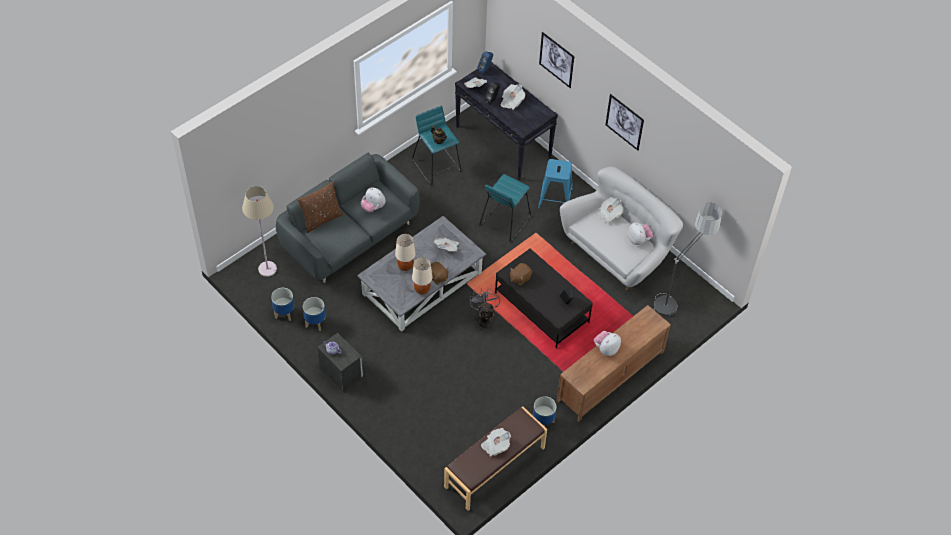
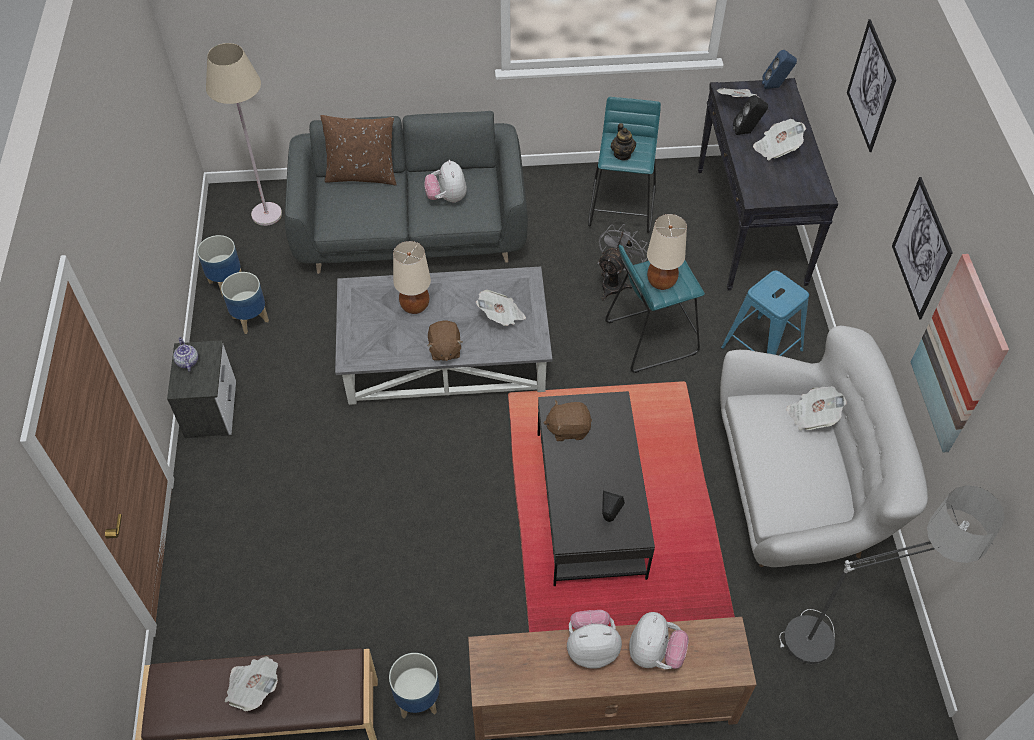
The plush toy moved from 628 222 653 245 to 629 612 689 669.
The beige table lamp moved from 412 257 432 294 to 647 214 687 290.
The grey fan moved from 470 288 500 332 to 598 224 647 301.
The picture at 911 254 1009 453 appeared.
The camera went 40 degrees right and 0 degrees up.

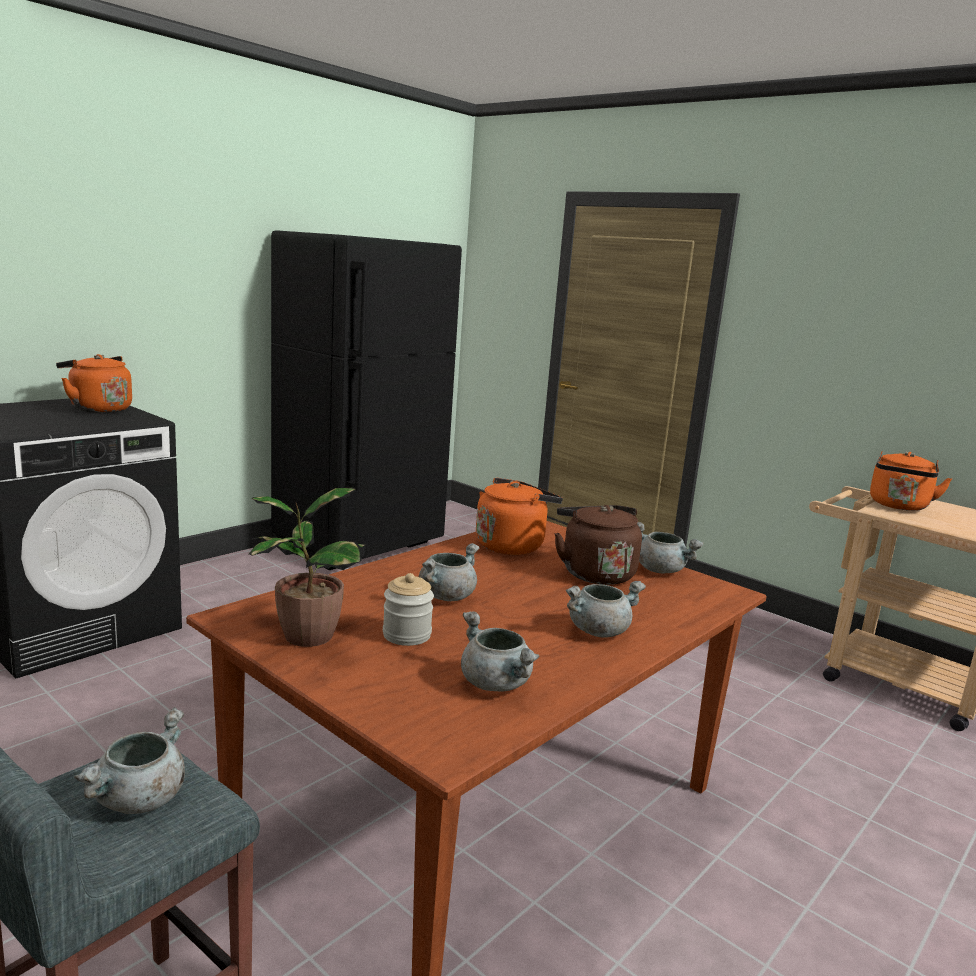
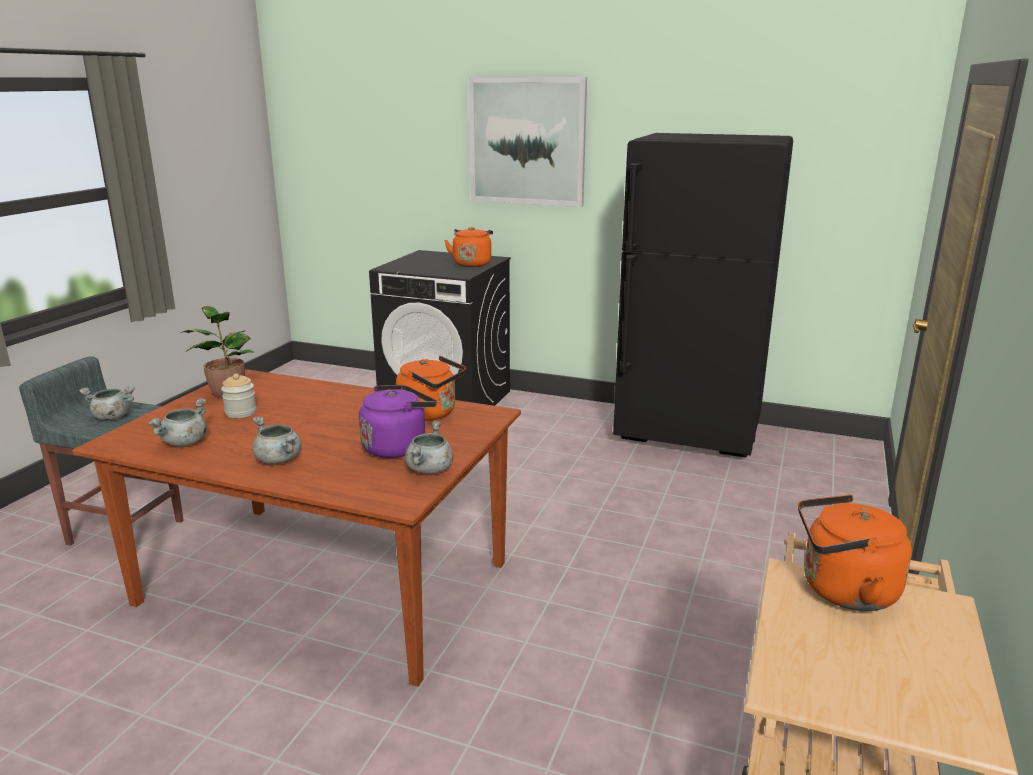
The brown kettle at 554 505 642 585 became the purple kettle at 359 385 437 458.
The grey cooking pot at 419 543 480 601 disappeared.
The picture at 469 77 587 207 appeared.
The camera went 70 degrees right and 5 degrees up.

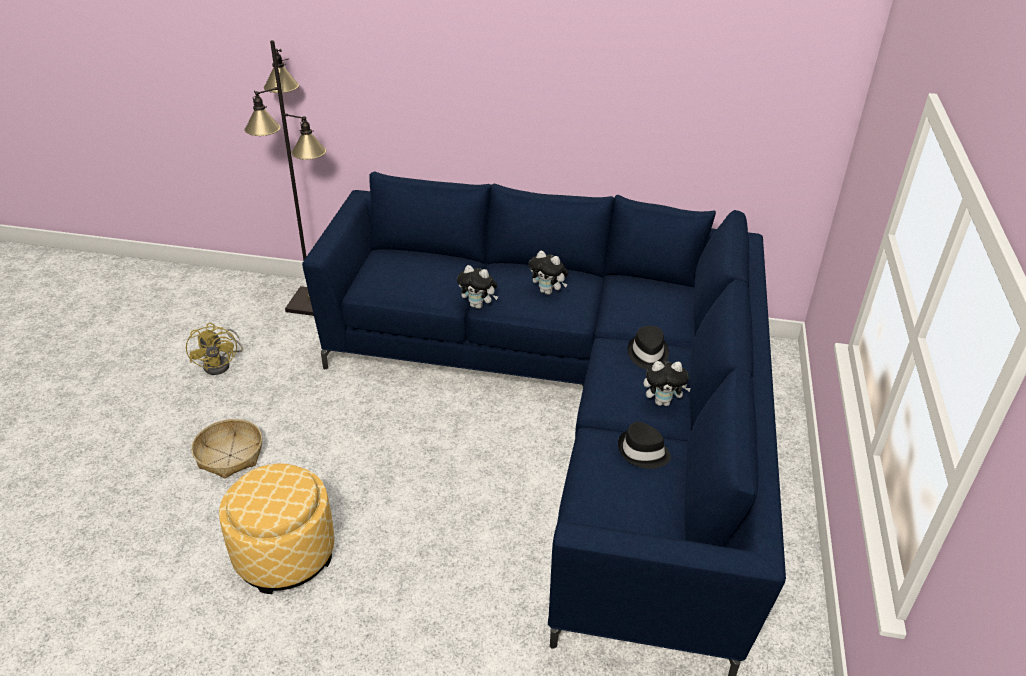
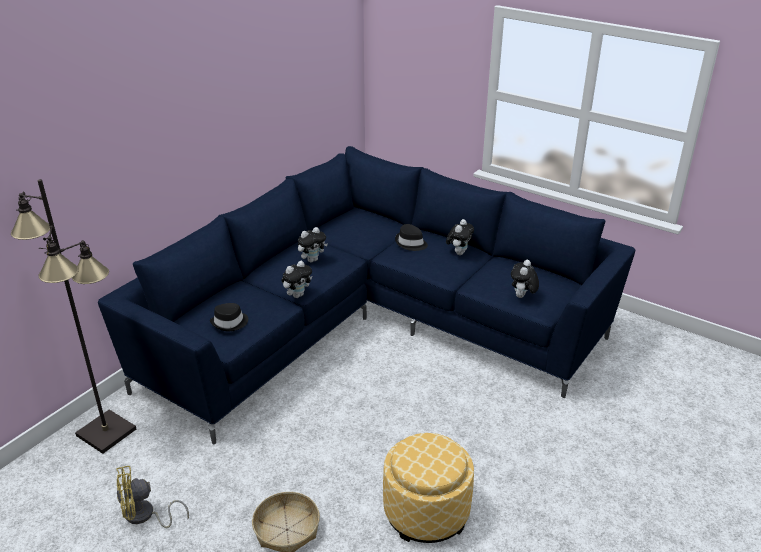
The yellow fan at 186 323 243 375 turned 150 degrees clockwise.
The black hat moved from 618 422 671 469 to 210 303 248 331.
The plush toy at 511 260 539 298 appeared.
The camera went 65 degrees left and 5 degrees down.

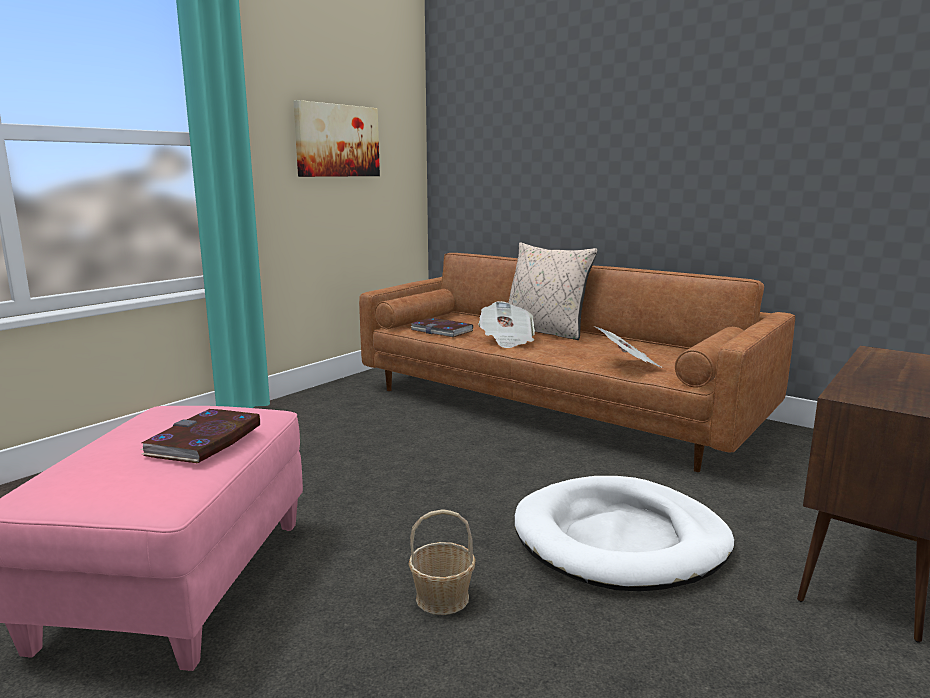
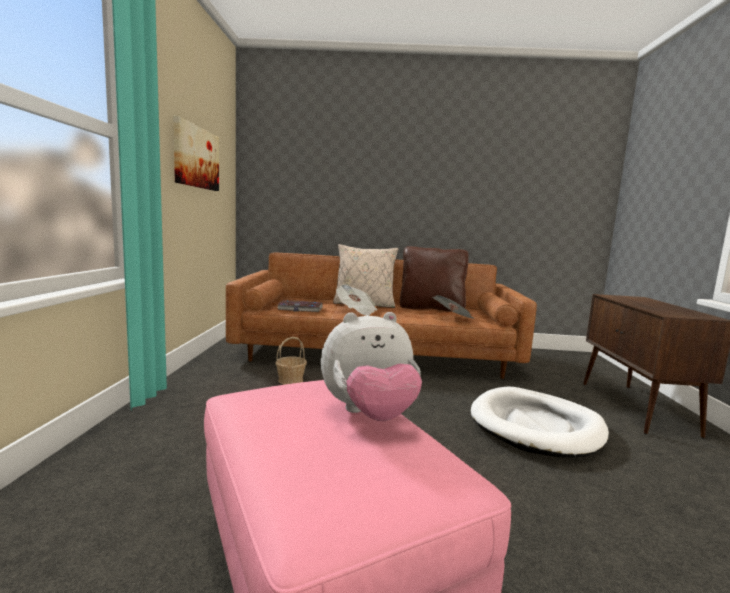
The book at 140 409 260 463 was replaced by the plush toy at 321 312 422 421.
The basket moved from 408 509 476 615 to 276 337 307 385.
The brown pillow at 400 246 469 312 appeared.
The camera went 35 degrees left and 5 degrees down.

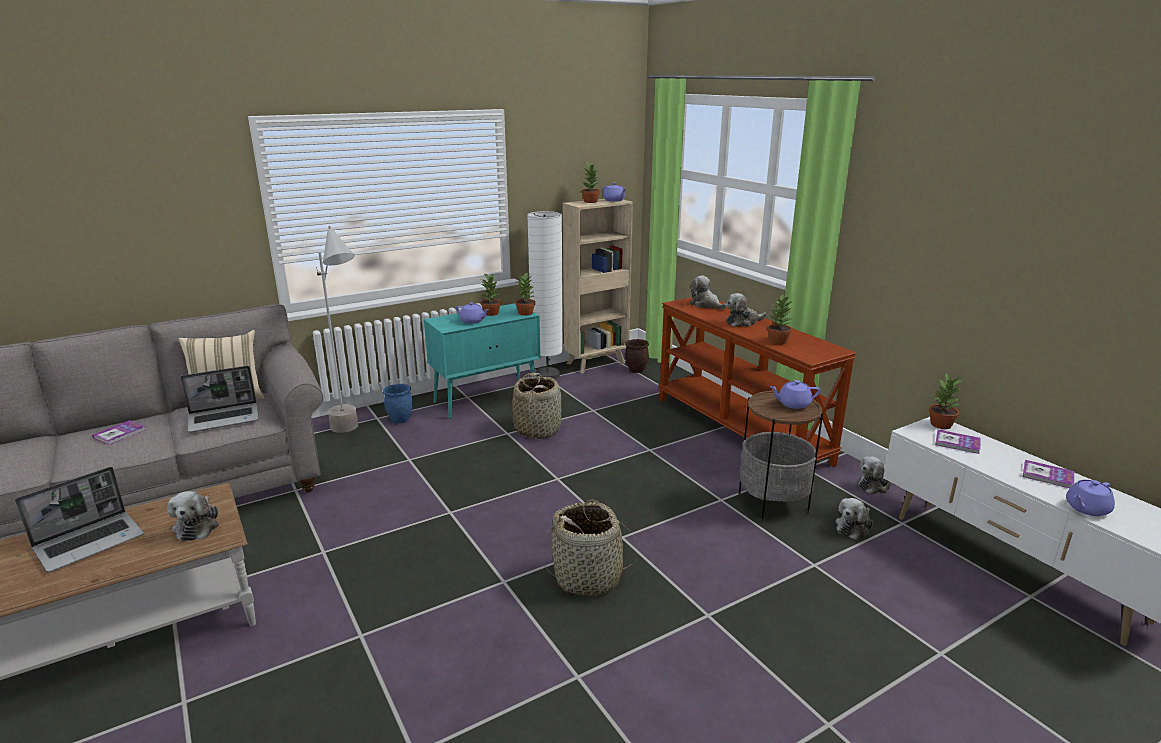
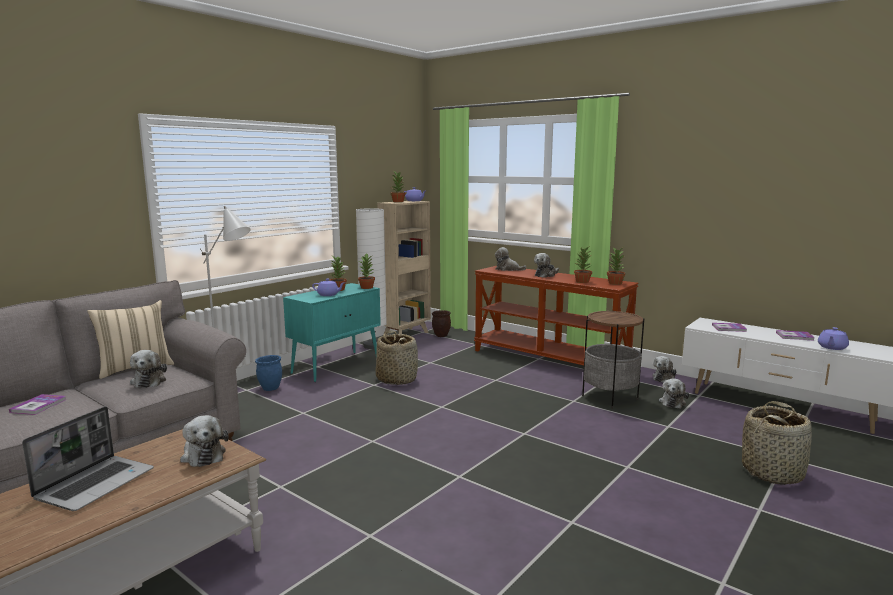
The laptop at 180 366 259 432 was replaced by the plush toy at 130 350 167 388.
The potted plant moved from 929 373 963 429 to 607 247 625 285.
The purple teapot at 769 380 820 409 disappeared.
The basket moved from 545 499 640 596 to 742 401 812 485.
The camera went 20 degrees left and 10 degrees down.

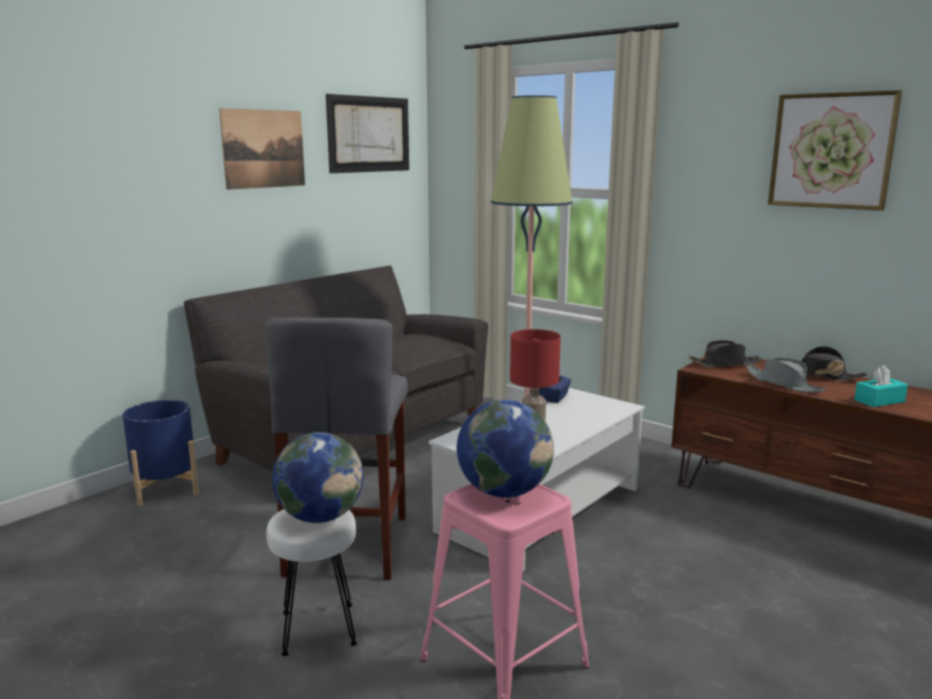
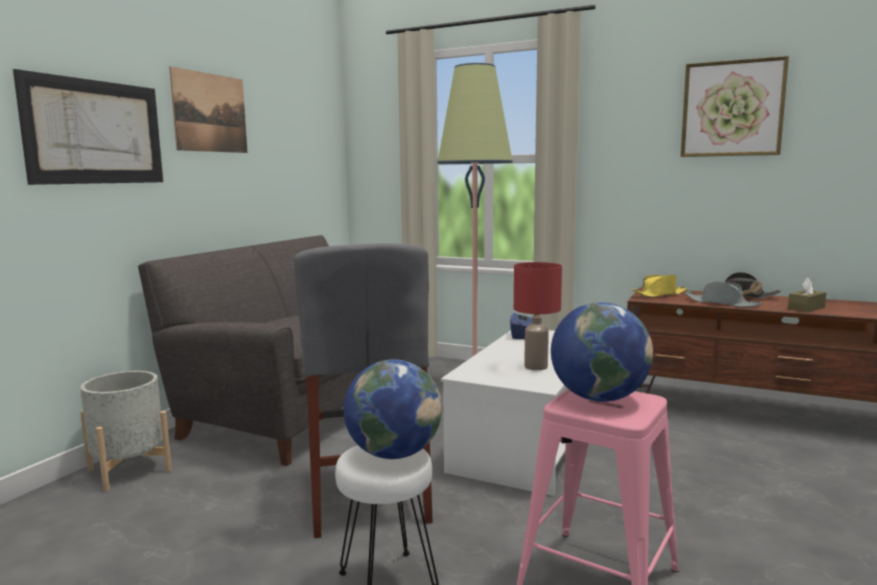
The picture moved from 326 94 409 173 to 13 69 163 185.
The black hat at 689 340 762 368 became the yellow hat at 632 275 687 297.
The turquoise tissue box at 854 365 908 407 became the brown tissue box at 788 278 826 312.
The blue planter at 123 400 199 506 became the grey planter at 80 371 172 491.
The camera went 15 degrees left and 5 degrees down.

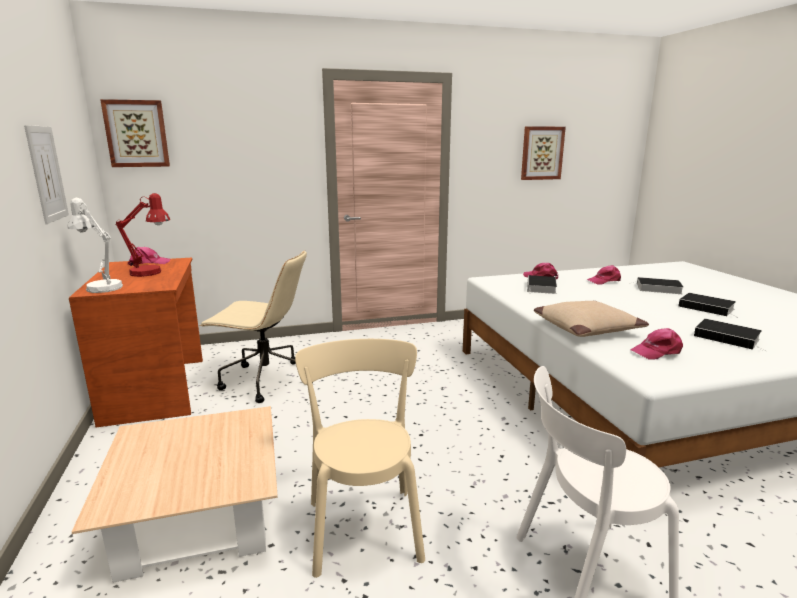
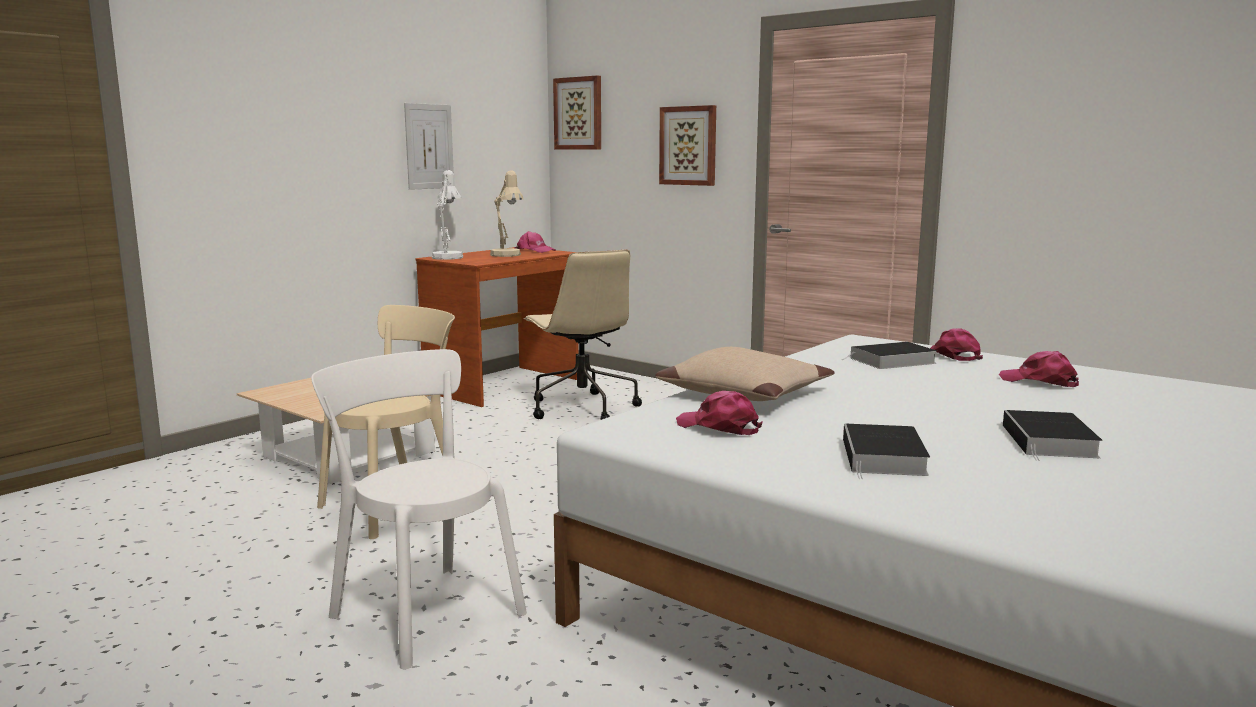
The picture moved from 521 126 566 180 to 659 105 716 186.
The red table lamp at 115 193 170 277 became the beige table lamp at 490 170 523 257.
The book at 629 277 683 294 disappeared.
The camera went 55 degrees right and 5 degrees down.

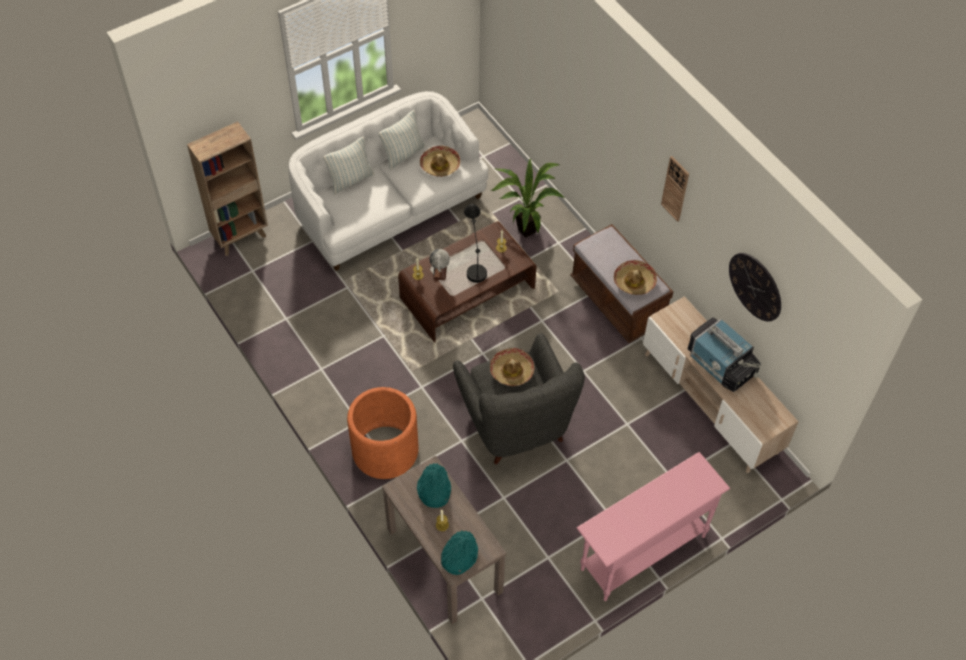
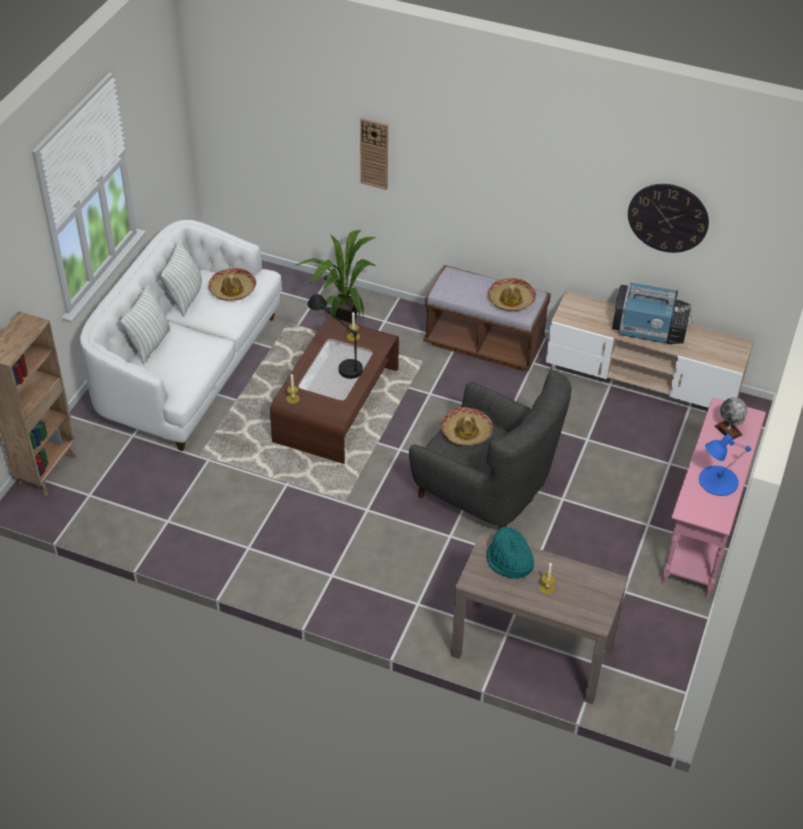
The wall clock moved from 661 156 689 222 to 360 118 388 190.
The globe moved from 429 249 450 280 to 715 397 747 440.
The orange planter at 347 387 419 479 disappeared.
The turquoise hat at 441 530 478 575 disappeared.
The blue table lamp at 699 434 751 496 appeared.
The camera went 35 degrees left and 10 degrees down.

